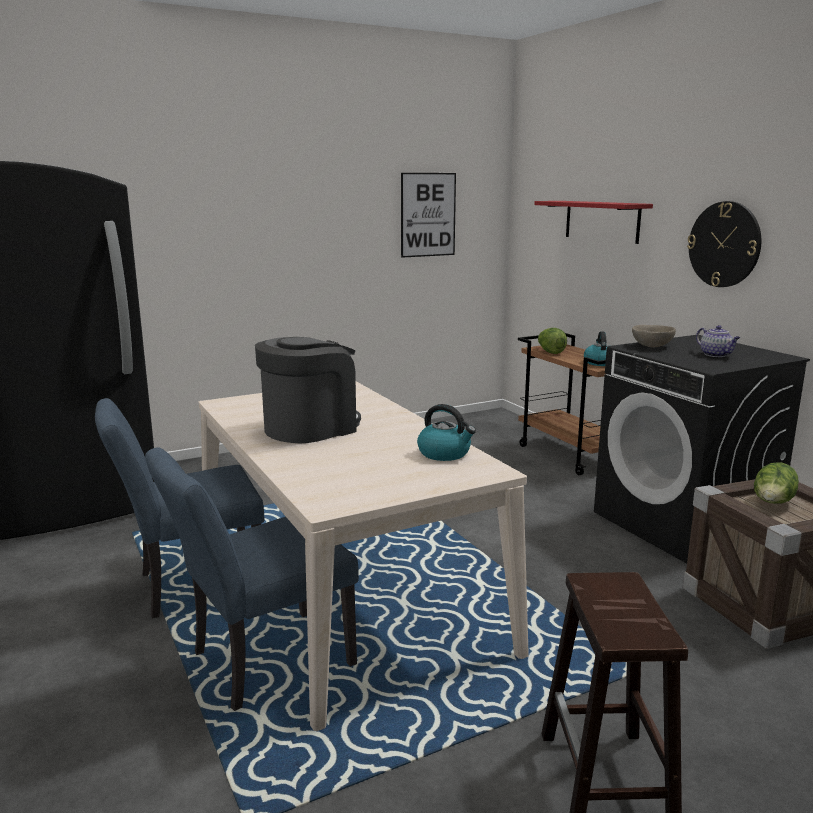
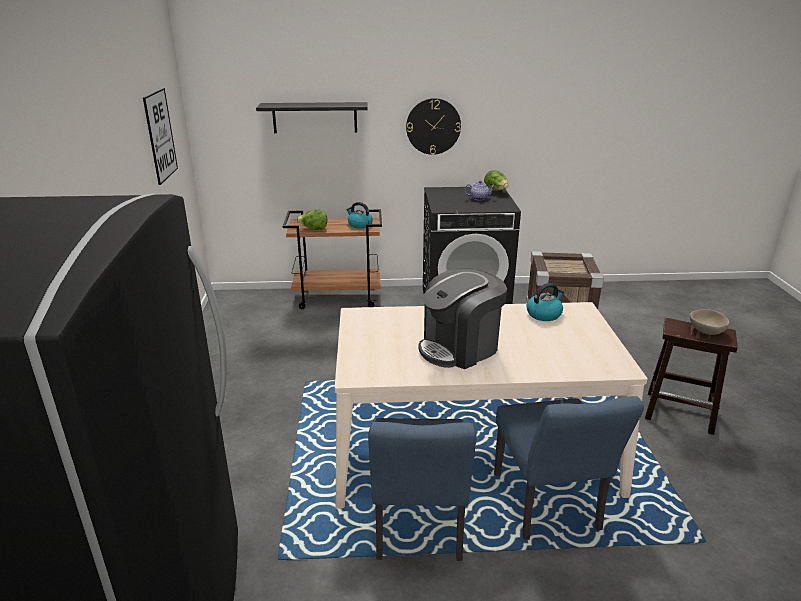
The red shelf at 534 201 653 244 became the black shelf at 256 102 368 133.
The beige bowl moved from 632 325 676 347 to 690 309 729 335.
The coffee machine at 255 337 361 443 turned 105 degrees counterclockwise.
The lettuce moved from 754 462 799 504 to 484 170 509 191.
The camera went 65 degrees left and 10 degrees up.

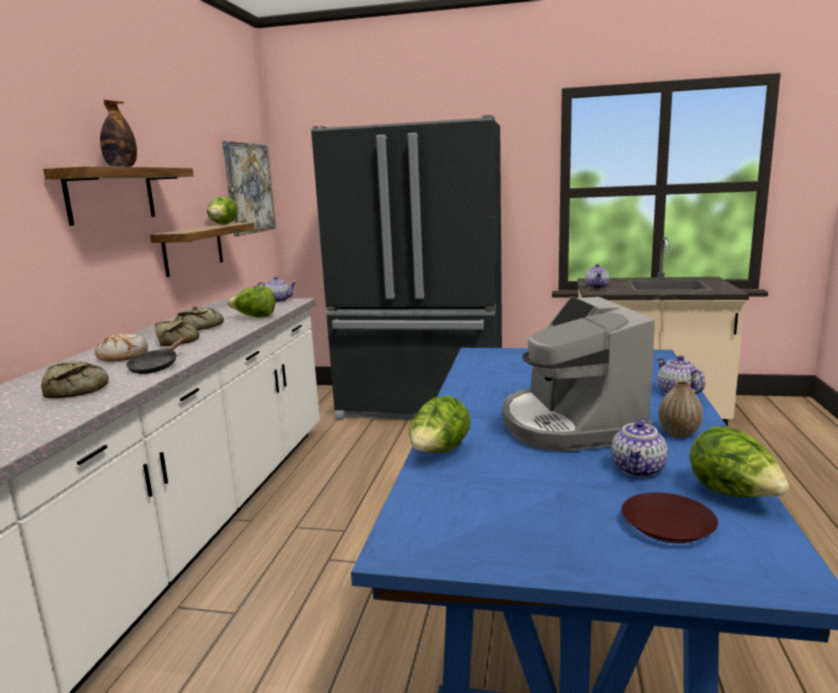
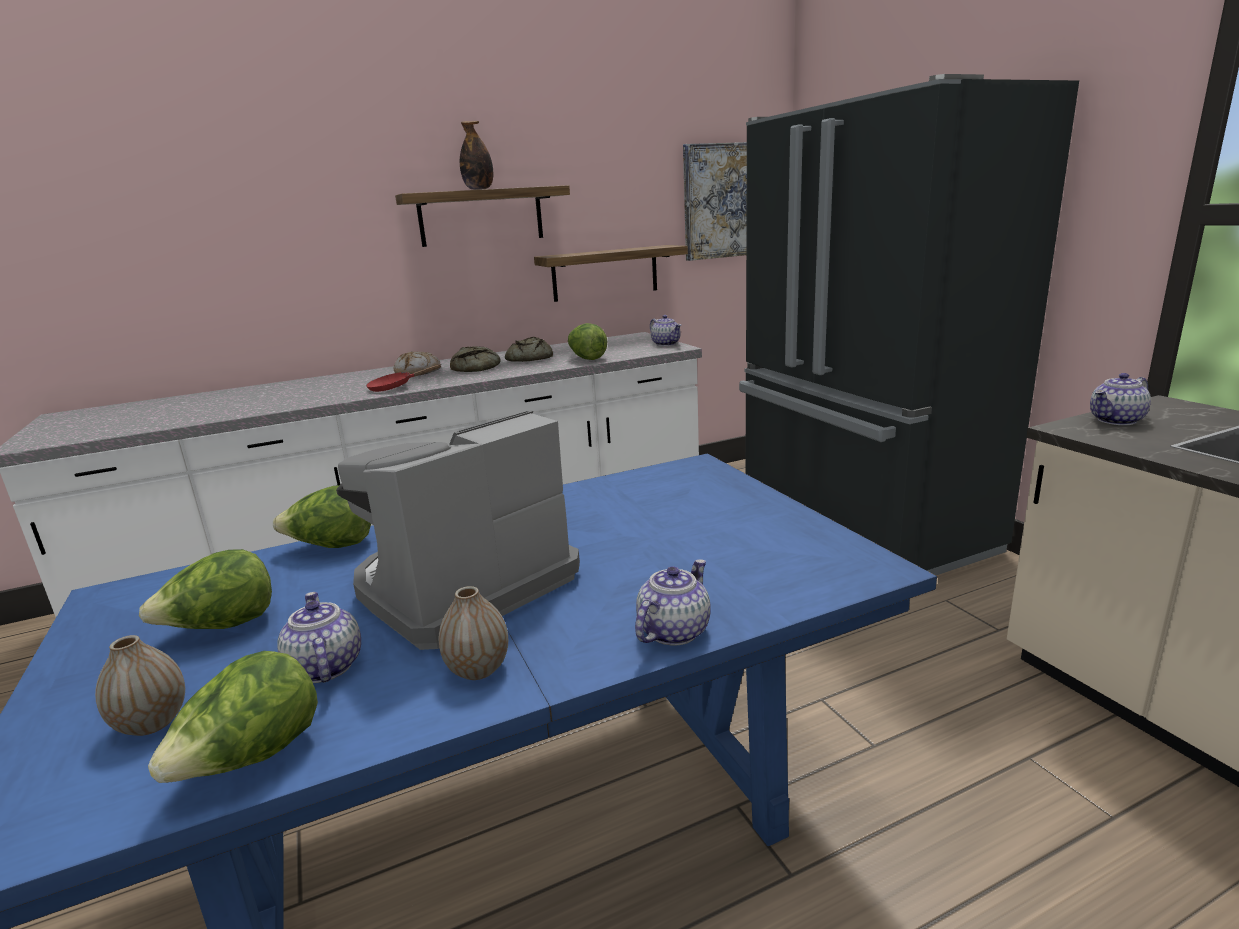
The lettuce moved from 207 196 238 225 to 139 549 272 629.
The black frying pan at 126 336 187 374 became the red frying pan at 366 364 442 392.
The bread at 41 361 109 398 disappeared.
The teapot at 611 418 668 477 turned 75 degrees clockwise.
The brown plate at 622 493 718 543 was replaced by the vase at 95 635 185 736.
The camera went 55 degrees right and 5 degrees up.

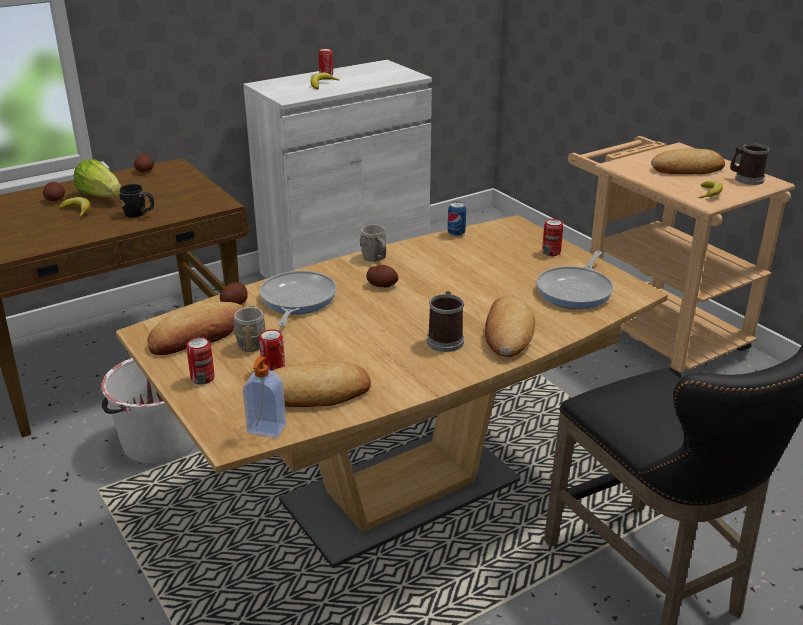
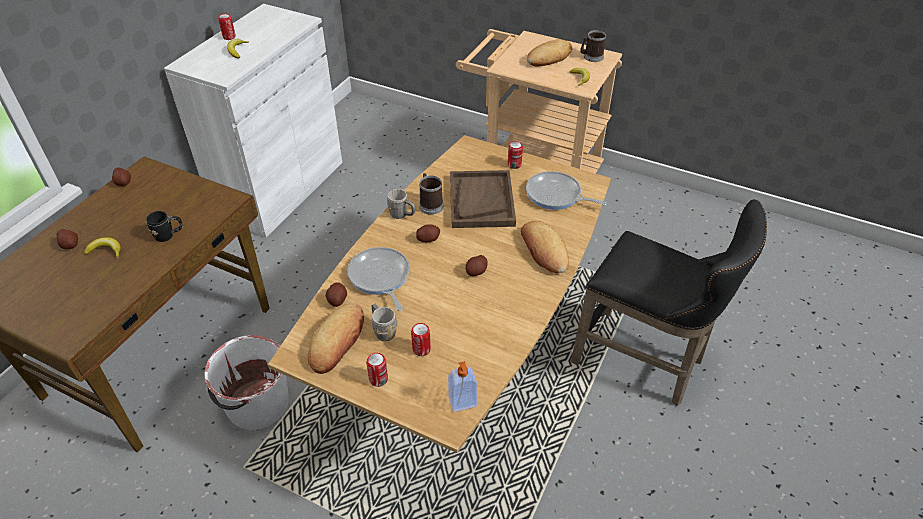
The lettuce at 74 159 121 198 disappeared.
The can at 448 201 466 236 disappeared.
The frying pan at 536 251 613 309 turned 120 degrees clockwise.
The mug moved from 427 291 464 352 to 419 173 444 215.
The bread at 272 361 371 407 disappeared.
The brown tray at 450 170 516 228 appeared.
The potato at 465 255 488 276 appeared.
The camera went 30 degrees left and 15 degrees up.

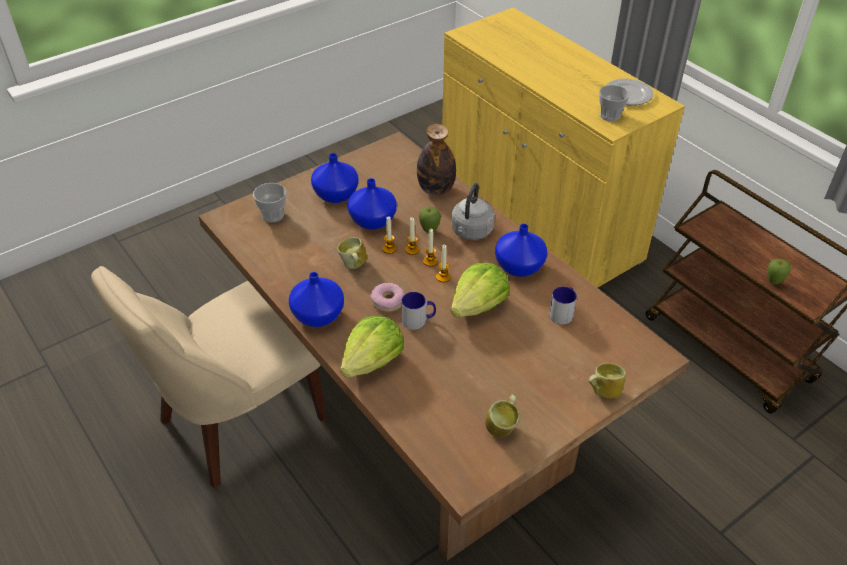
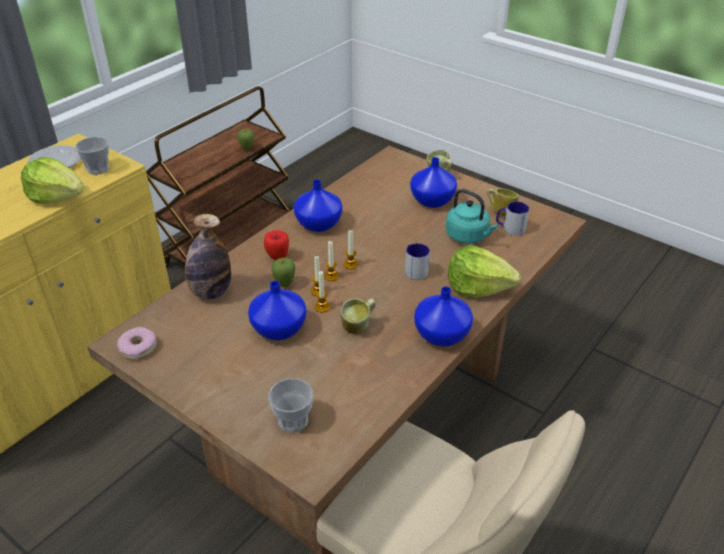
The blue vase moved from 311 153 359 203 to 410 157 457 208.
The grey kettle at 451 183 495 240 was replaced by the apple at 264 230 289 260.
The lettuce moved from 451 263 509 318 to 21 157 84 204.
The donut moved from 370 283 405 312 to 117 327 157 360.
The mug moved from 549 287 577 324 to 496 202 529 236.
The turquoise kettle at 446 189 498 244 appeared.
The camera went 105 degrees left and 5 degrees down.

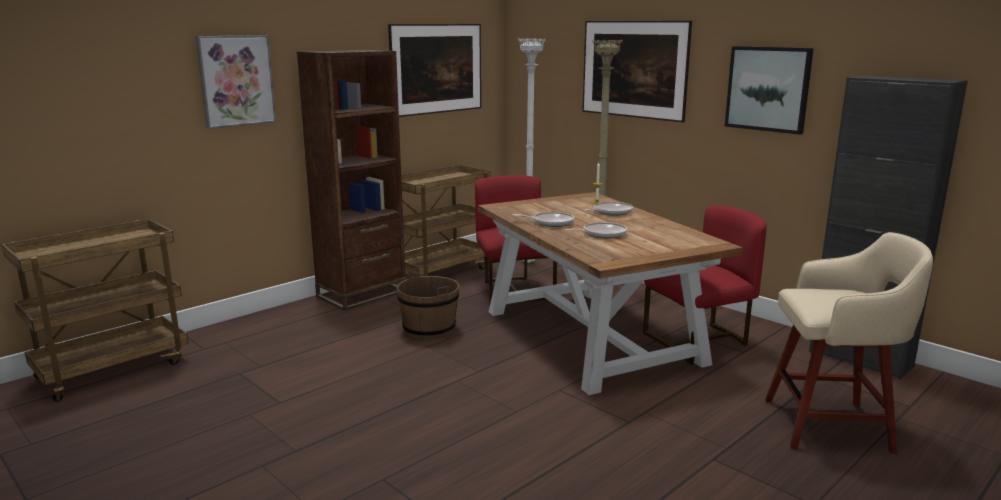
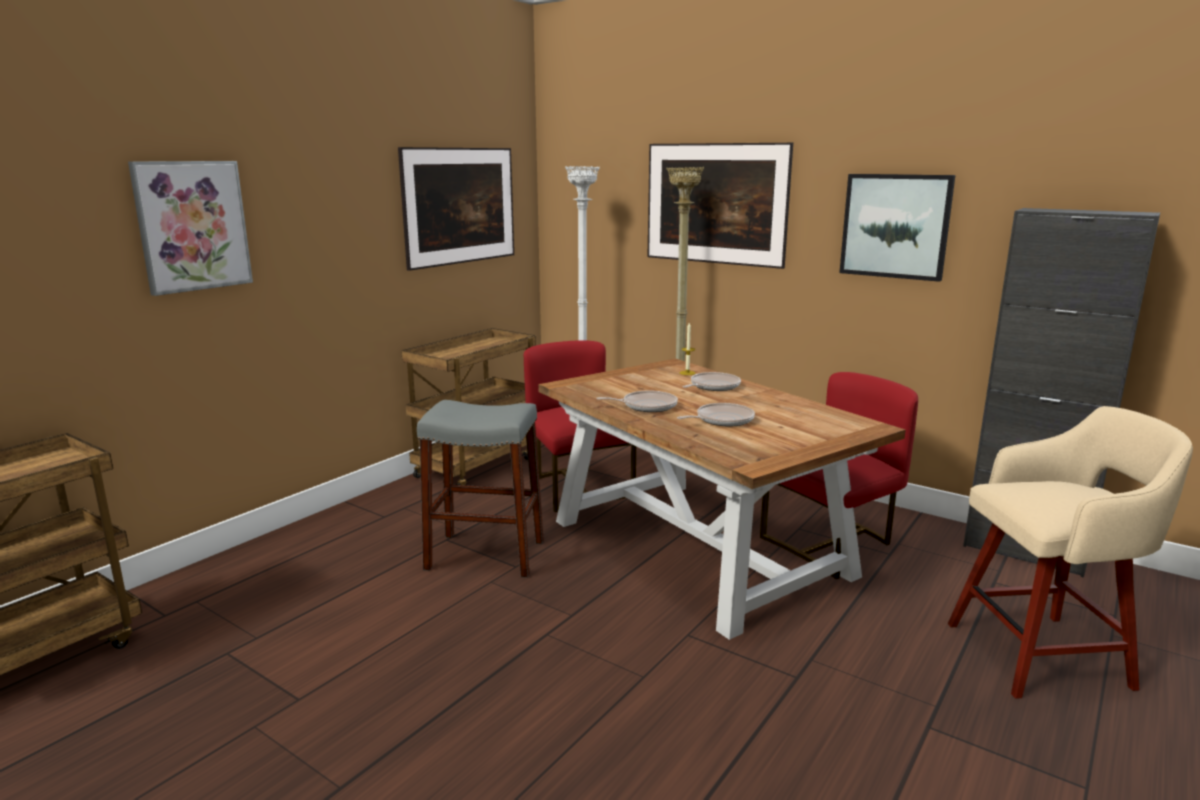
The brown bookcase at 297 50 406 311 disappeared.
The brown bucket at 397 268 459 340 was replaced by the grey stool at 417 400 544 578.
The camera went 10 degrees left and 0 degrees up.

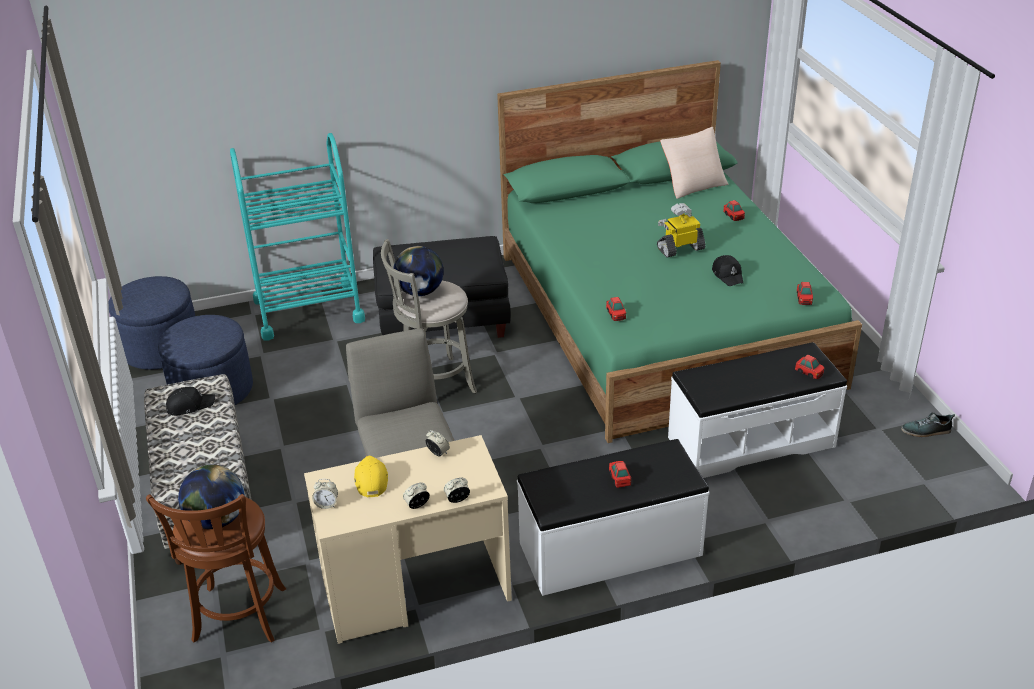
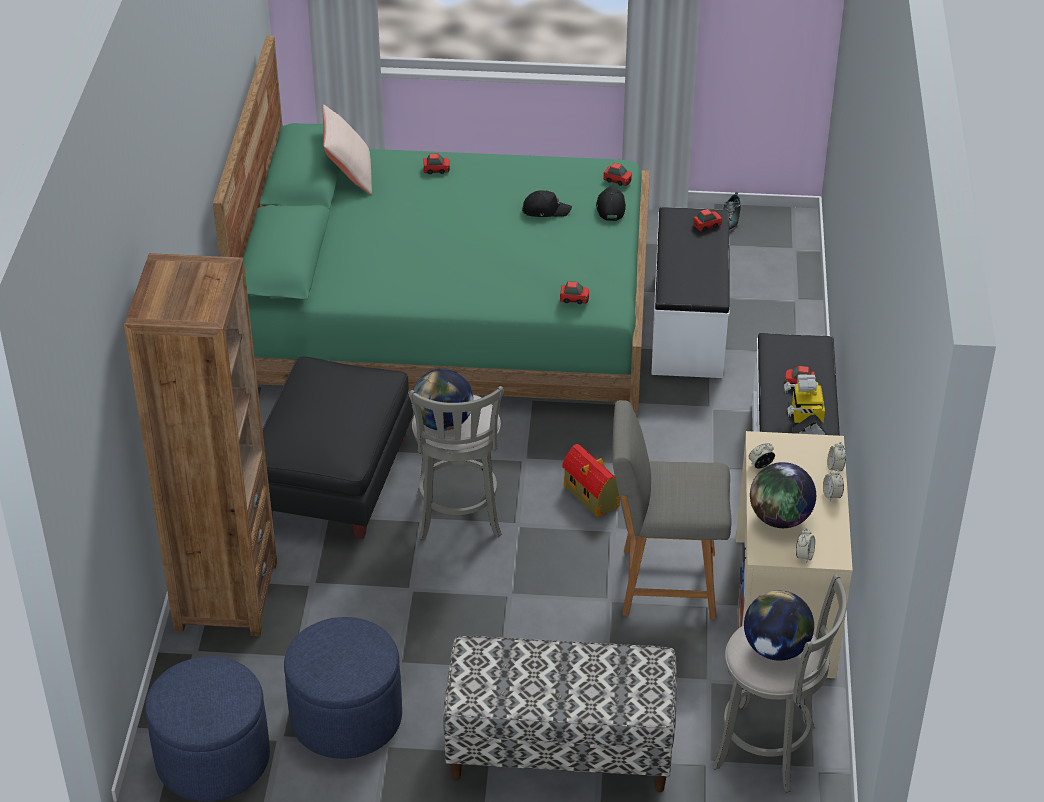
The turquoise cart at 230 133 365 340 was replaced by the brown bookcase at 124 253 277 636.
The toy robot moved from 657 203 706 258 to 784 374 827 435.
The black cap moved from 166 387 215 416 to 596 186 626 221.
The yellow cap at 354 456 388 497 was replaced by the globe at 750 462 816 528.
The brown stool at 146 494 286 643 became the grey stool at 713 574 847 793.
The toy house at 562 444 620 518 appeared.
The camera went 70 degrees left and 5 degrees up.

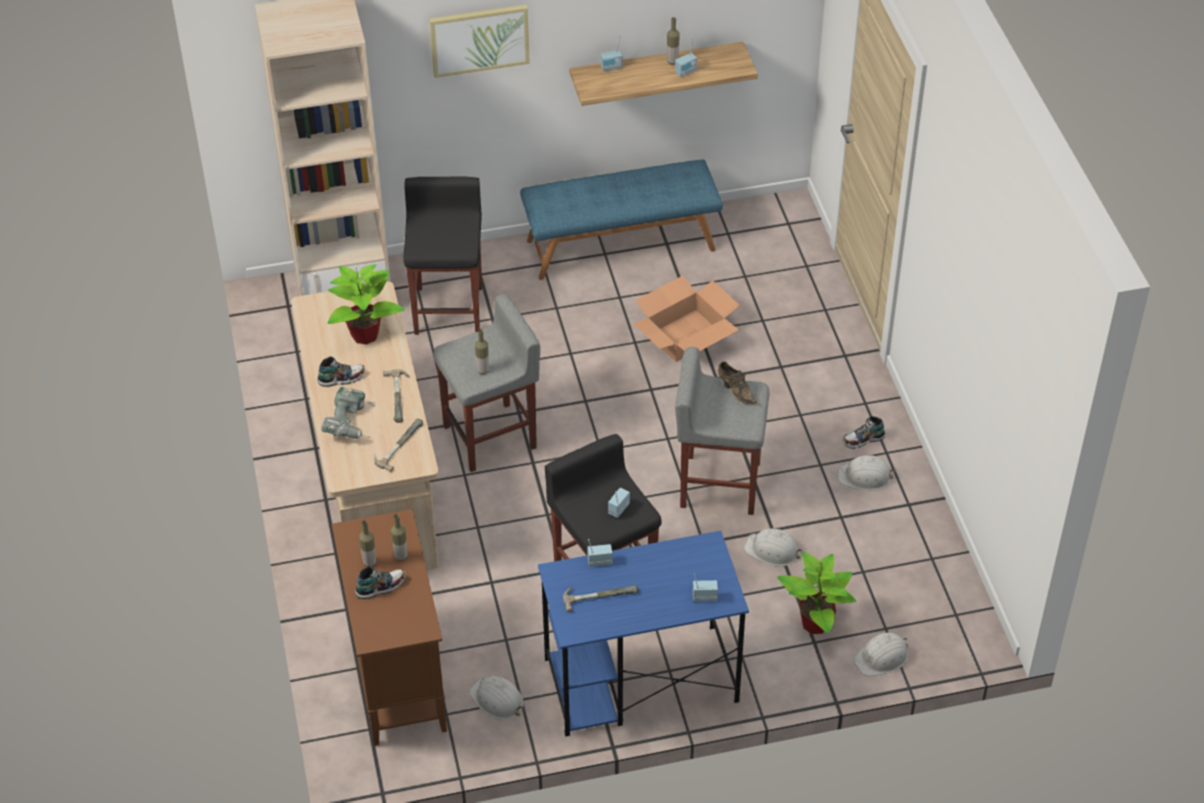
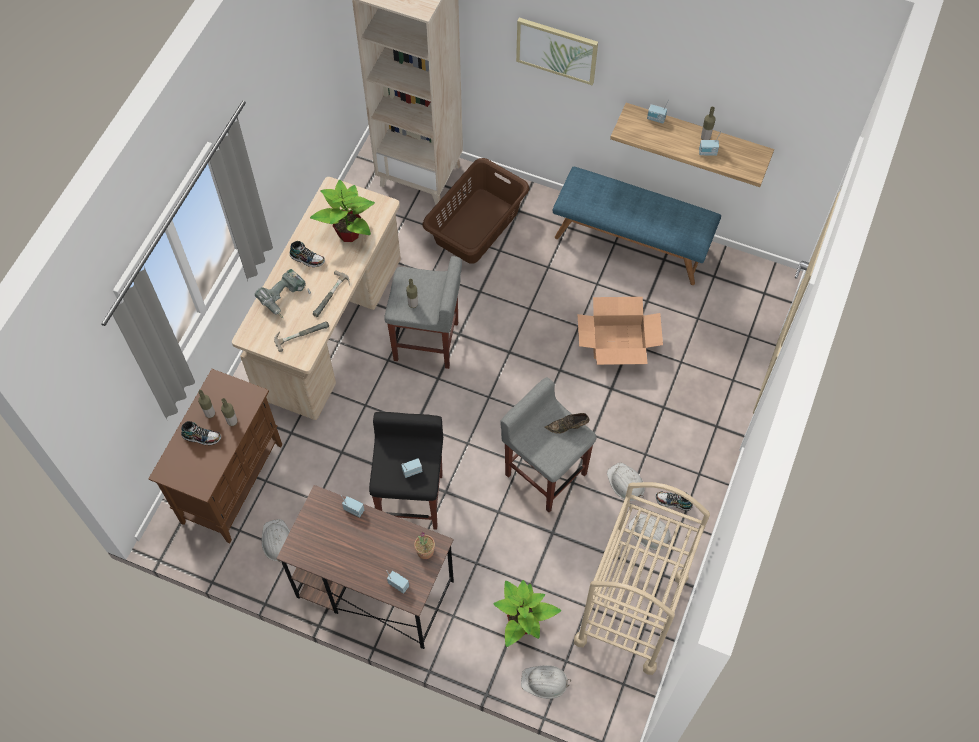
The black stool at 404 177 482 335 was replaced by the brown laundry basket at 422 158 530 264.
The brown shoe at 718 362 756 404 turned 90 degrees clockwise.
The white hard hat moved from 744 528 803 566 to 607 463 645 501.
The blue desk at 538 531 749 737 became the brown desk at 276 485 454 649.
The hammer at 563 585 639 612 disappeared.
The beige cart at 574 482 710 675 appeared.
The potted plant at 414 532 435 559 appeared.
The camera went 35 degrees right and 15 degrees up.

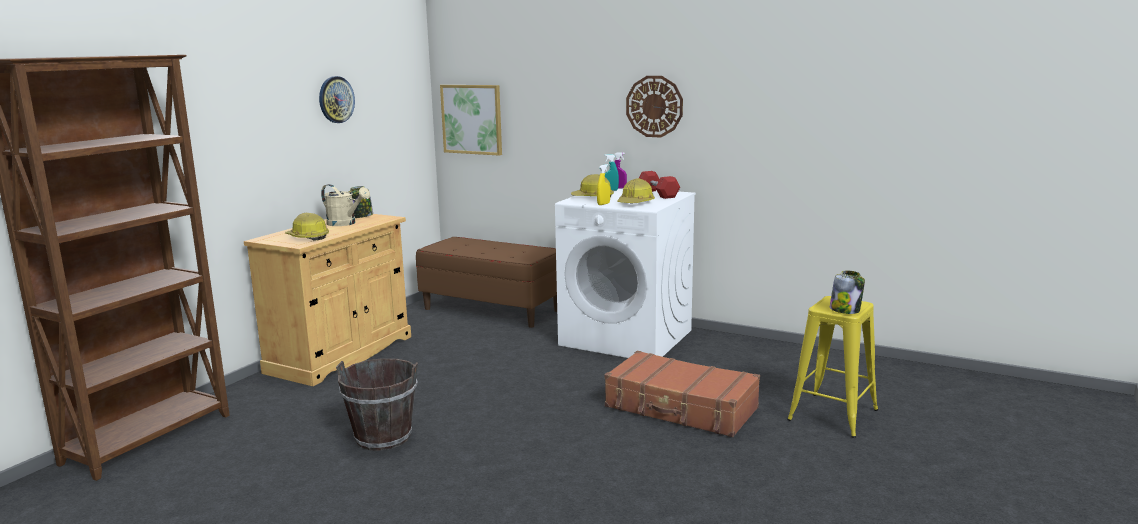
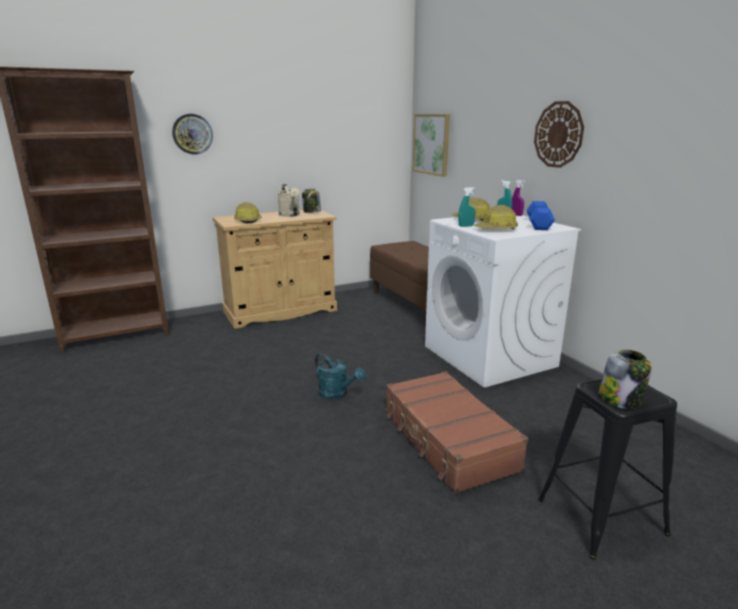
The wall clock moved from 319 76 355 123 to 172 114 213 154.
The yellow spray bottle at 597 164 610 205 became the turquoise spray bottle at 458 187 475 227.
The red dumbbell at 638 171 680 199 became the blue dumbbell at 526 201 555 230.
The yellow stool at 787 296 878 438 became the black stool at 538 379 677 560.
The brown bucket at 336 358 418 451 disappeared.
The turquoise watering can at 315 353 365 400 appeared.
The camera went 35 degrees right and 5 degrees up.

